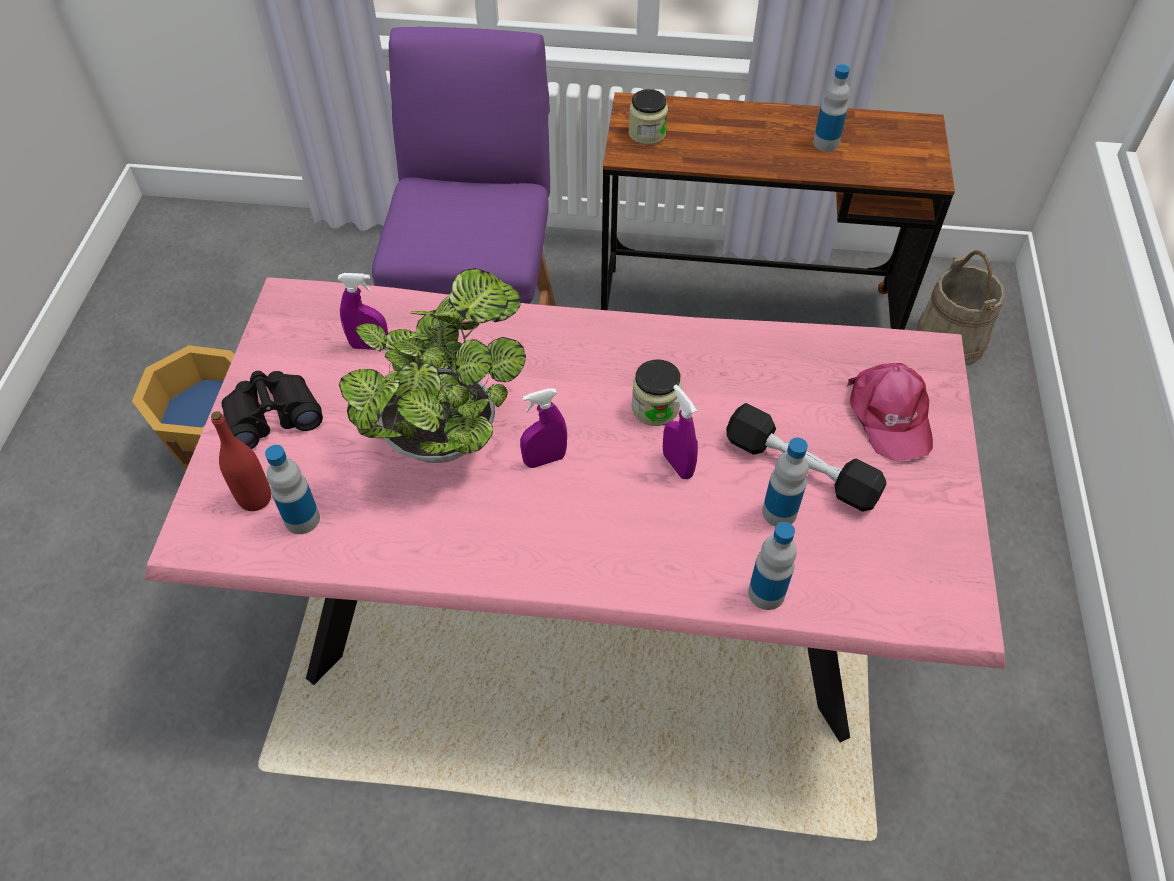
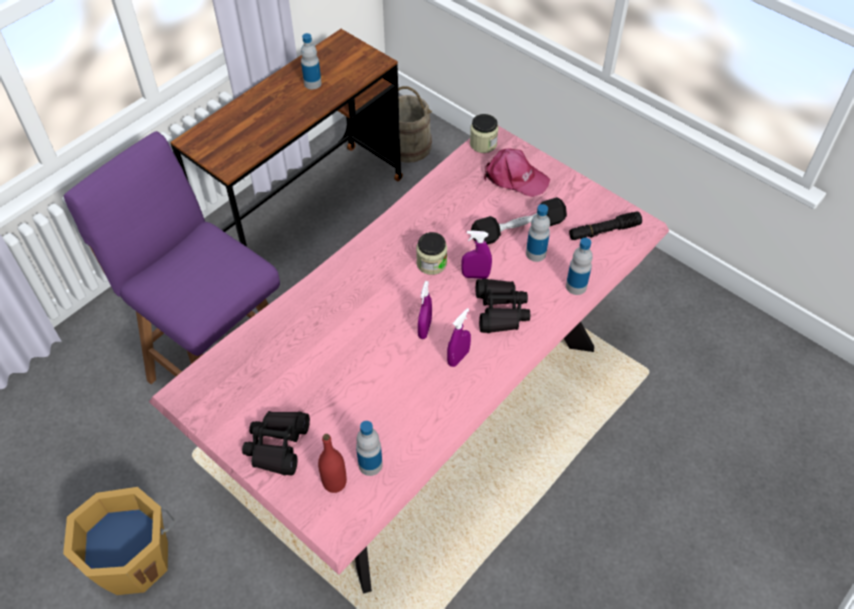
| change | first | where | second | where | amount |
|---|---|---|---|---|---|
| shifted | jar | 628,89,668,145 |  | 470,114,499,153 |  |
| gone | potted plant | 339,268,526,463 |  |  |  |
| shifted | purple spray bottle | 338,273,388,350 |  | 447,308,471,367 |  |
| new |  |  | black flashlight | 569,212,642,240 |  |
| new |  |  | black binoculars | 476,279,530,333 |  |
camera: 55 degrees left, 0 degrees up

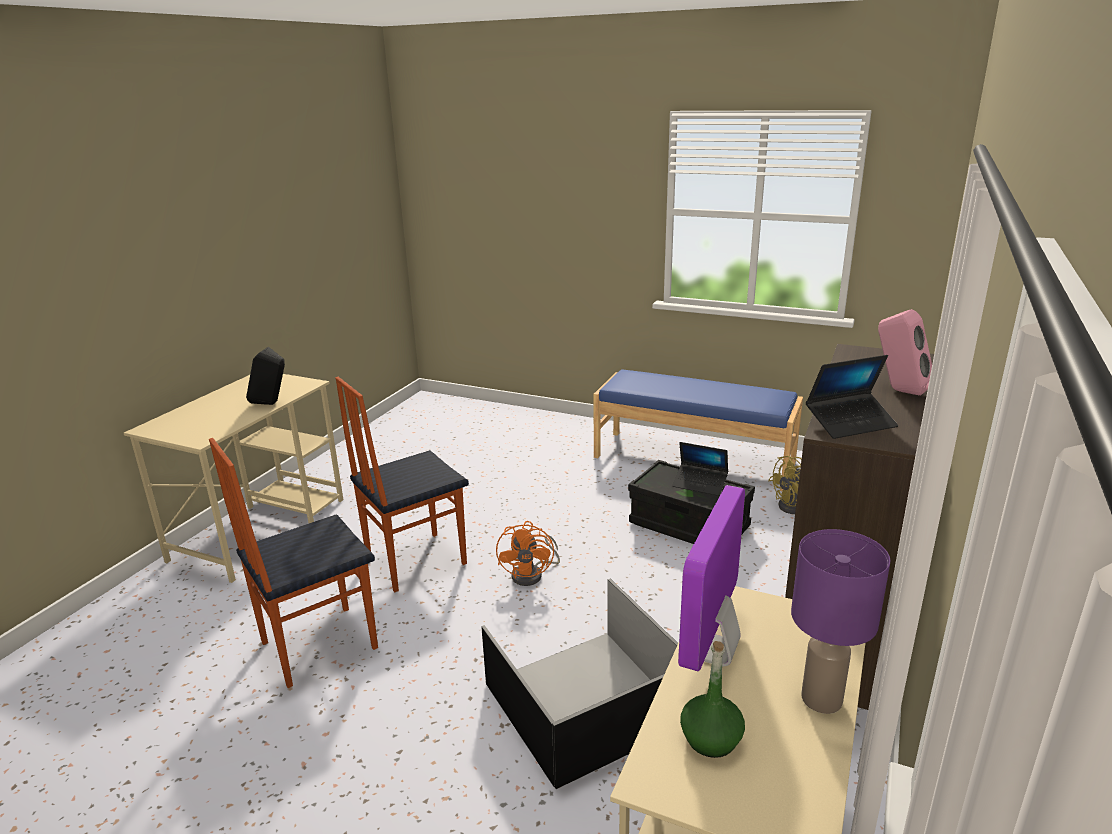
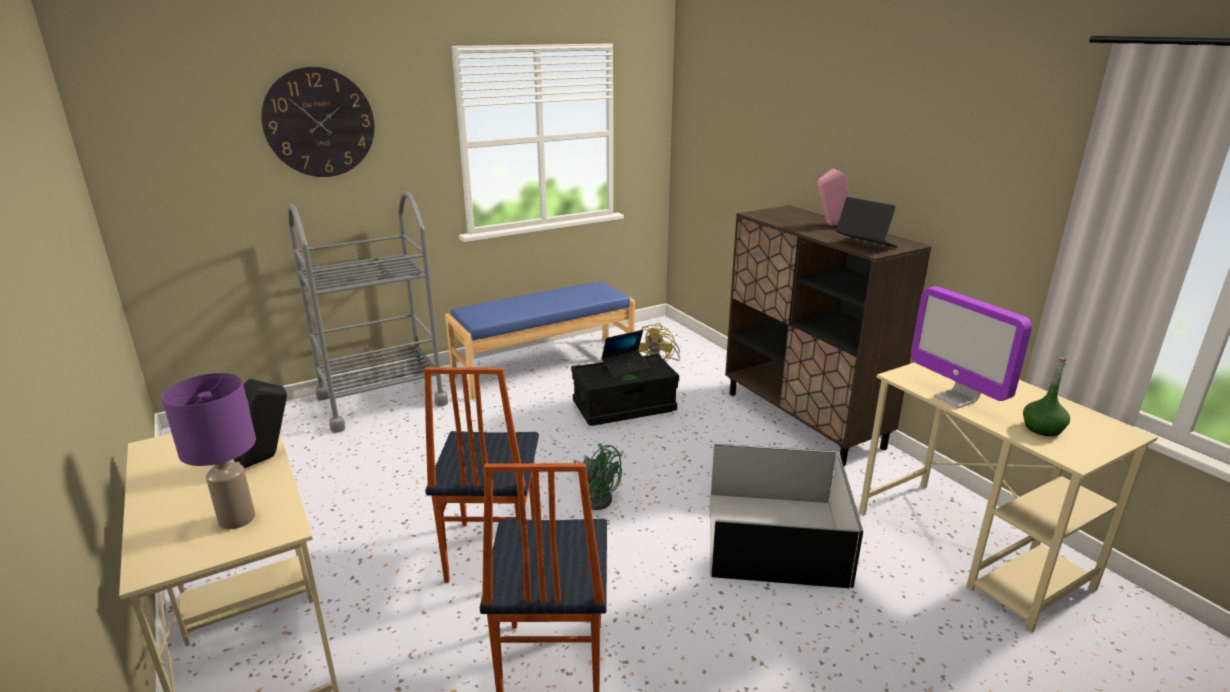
| change | first | where | second | where | amount |
|---|---|---|---|---|---|
| rotated | laptop | 806,355,898,439 |  | 836,197,898,248 | 60 degrees counterclockwise |
| repainted | orange fan | 496,521,560,586 | green fan | 574,444,622,510 |  |
| shifted | purple table lamp | 791,529,890,714 |  | 162,373,256,529 |  |
| new |  |  | wall clock | 261,67,375,177 |  |
| new |  |  | grey cart | 288,191,448,433 |  |
camera: 55 degrees left, 0 degrees up

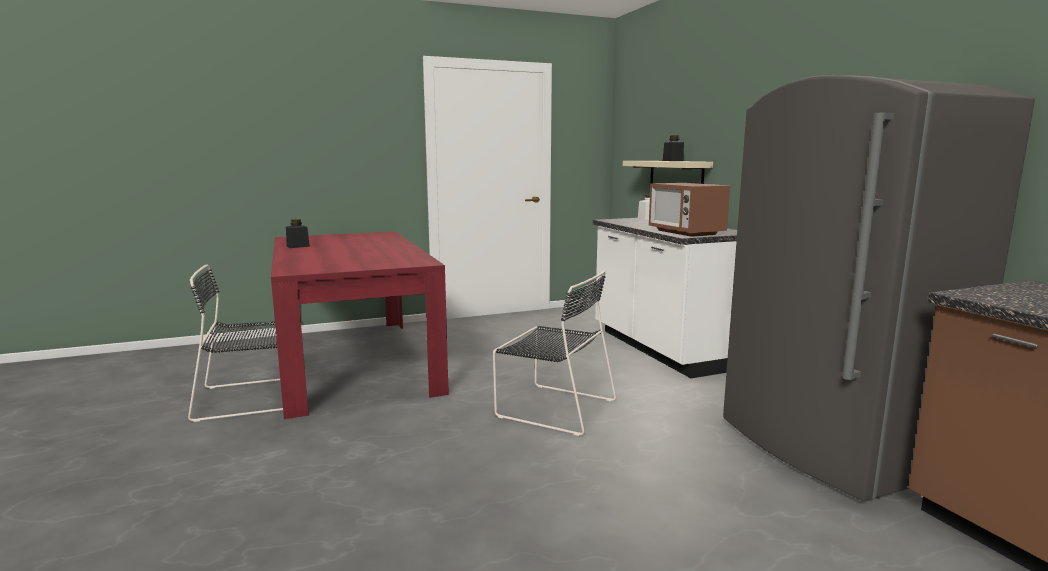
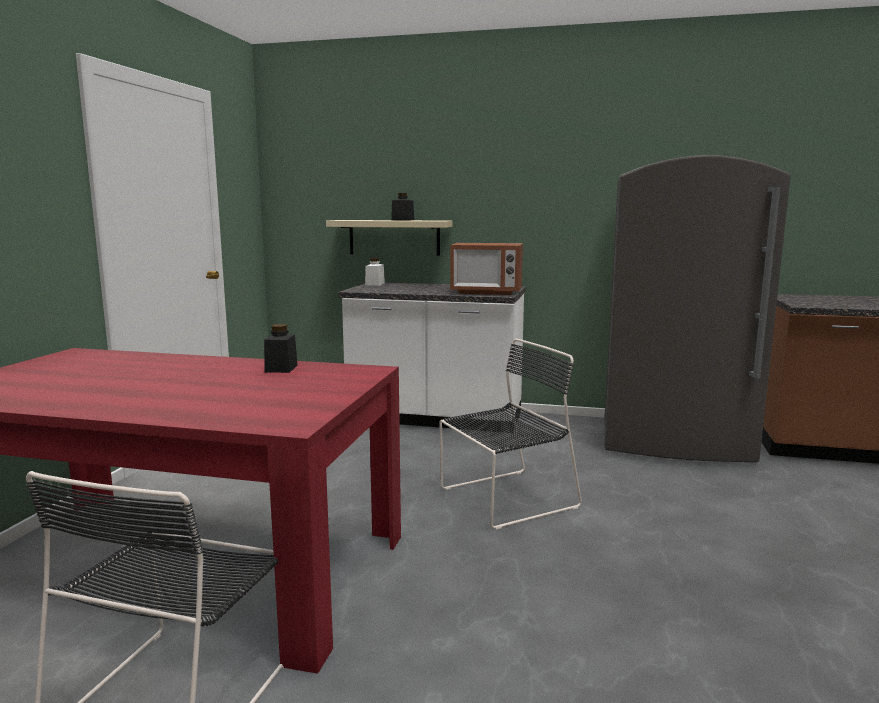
| change | first | where | second | where | amount |
|---|---|---|---|---|---|
| shifted | black jar | 286,219,310,248 |  | 264,324,298,373 |  |
camera: 55 degrees left, 0 degrees up

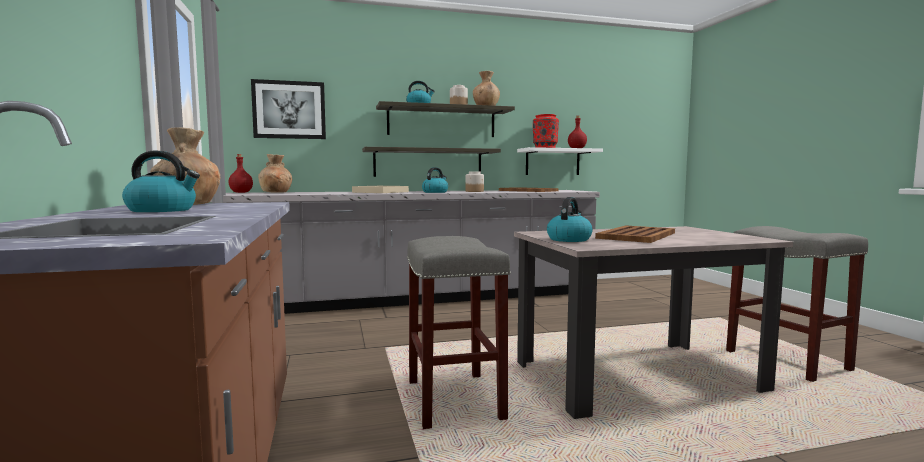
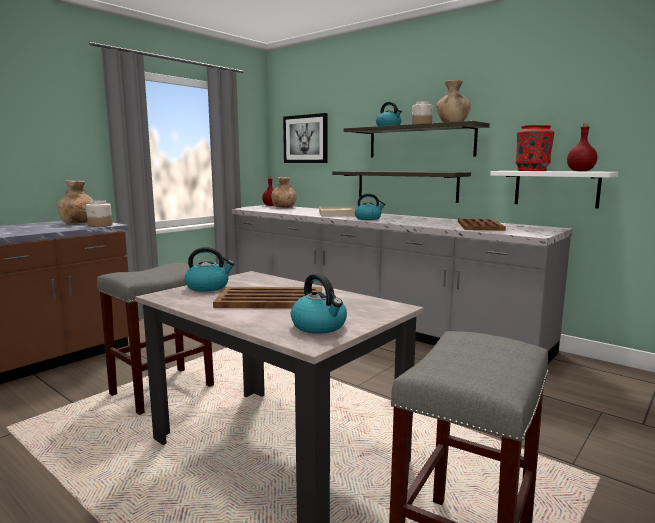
| change | first | where | second | where | amount |
|---|---|---|---|---|---|
| shifted | kettle | 122,150,200,212 |  | 291,273,347,334 |  |
| shifted | jar | 466,171,484,192 |  | 86,200,112,227 |  |
camera: 55 degrees right, 5 degrees up

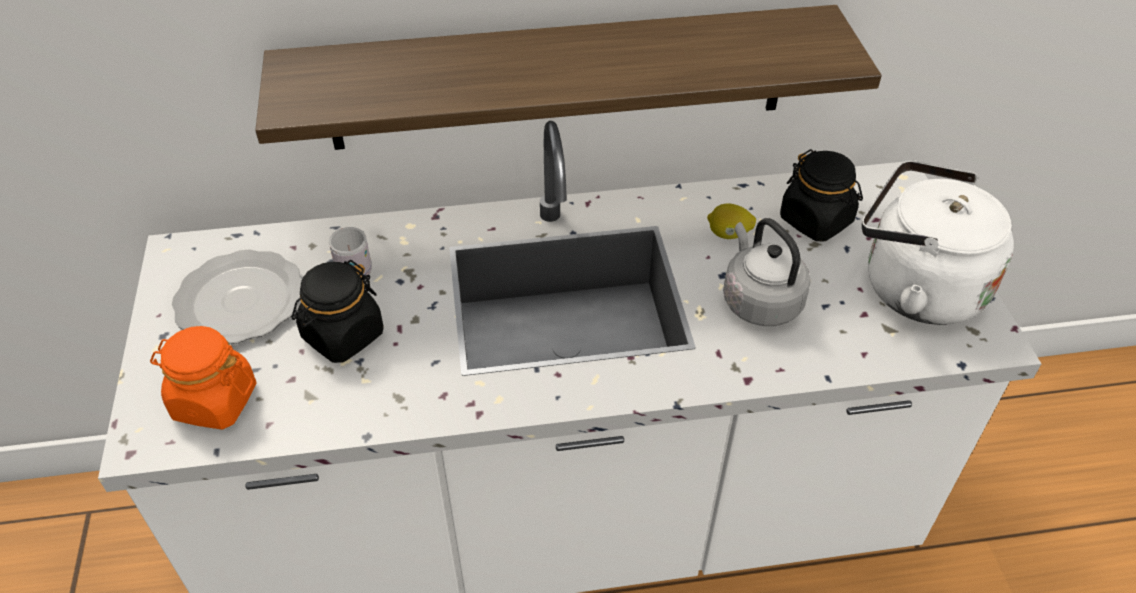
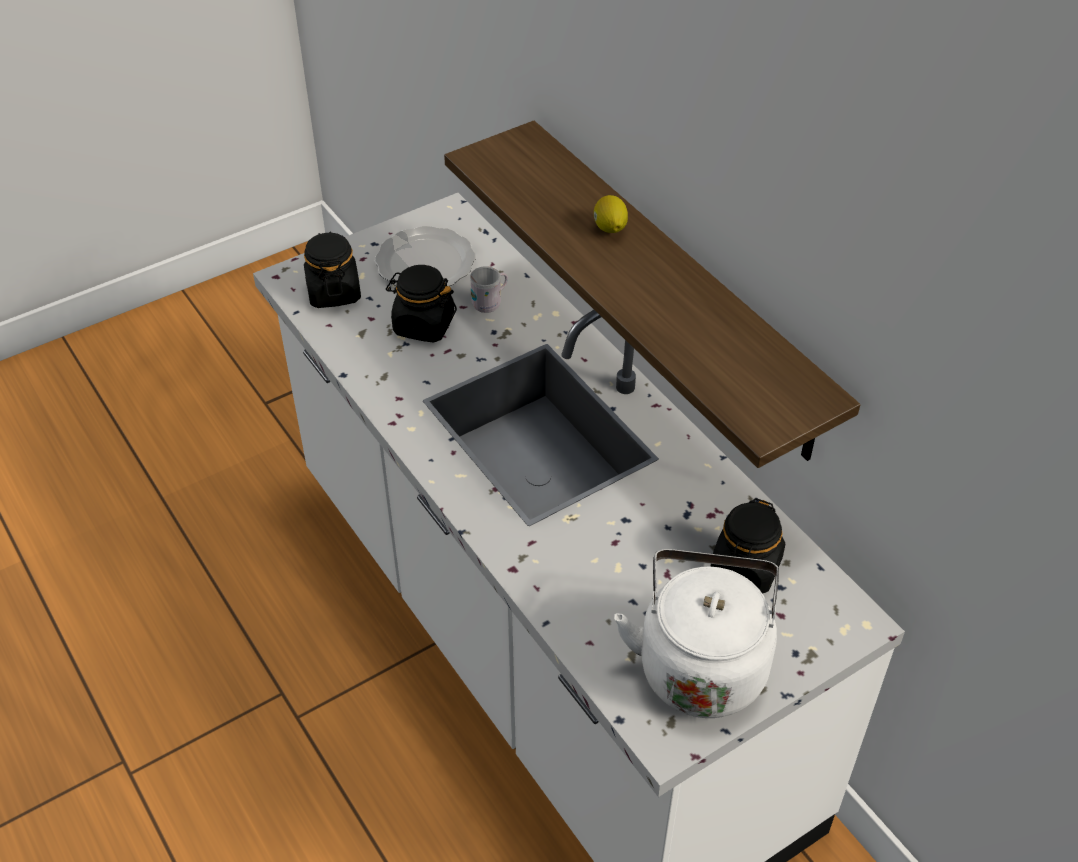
| change | first | where | second | where | amount |
|---|---|---|---|---|---|
| shifted | lemon | 707,204,756,239 |  | 594,195,628,233 |  |
| gone | grey kettle | 723,218,811,326 |  |  |  |
| repainted | orange jar | 150,326,257,430 | black jar | 304,231,361,308 |  |
camera: 65 degrees right, 0 degrees up

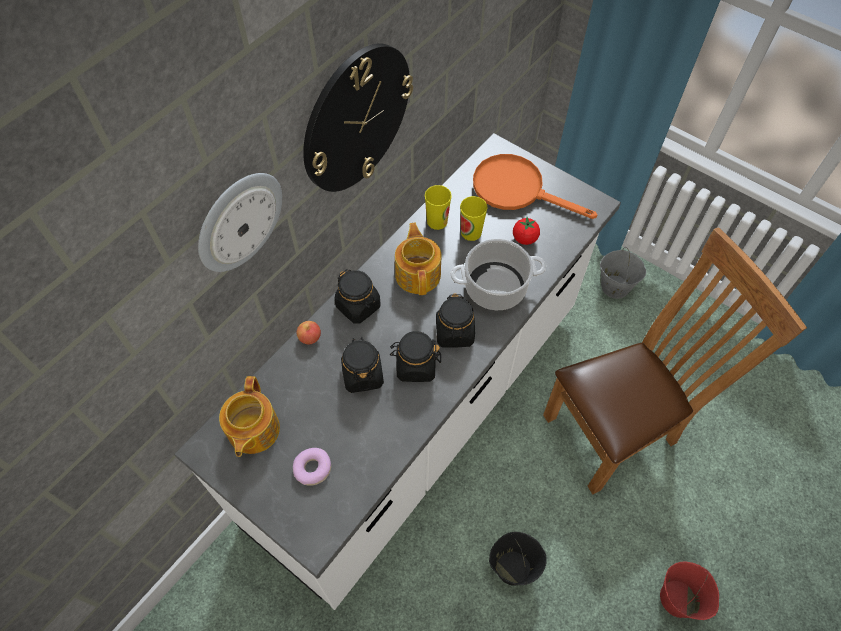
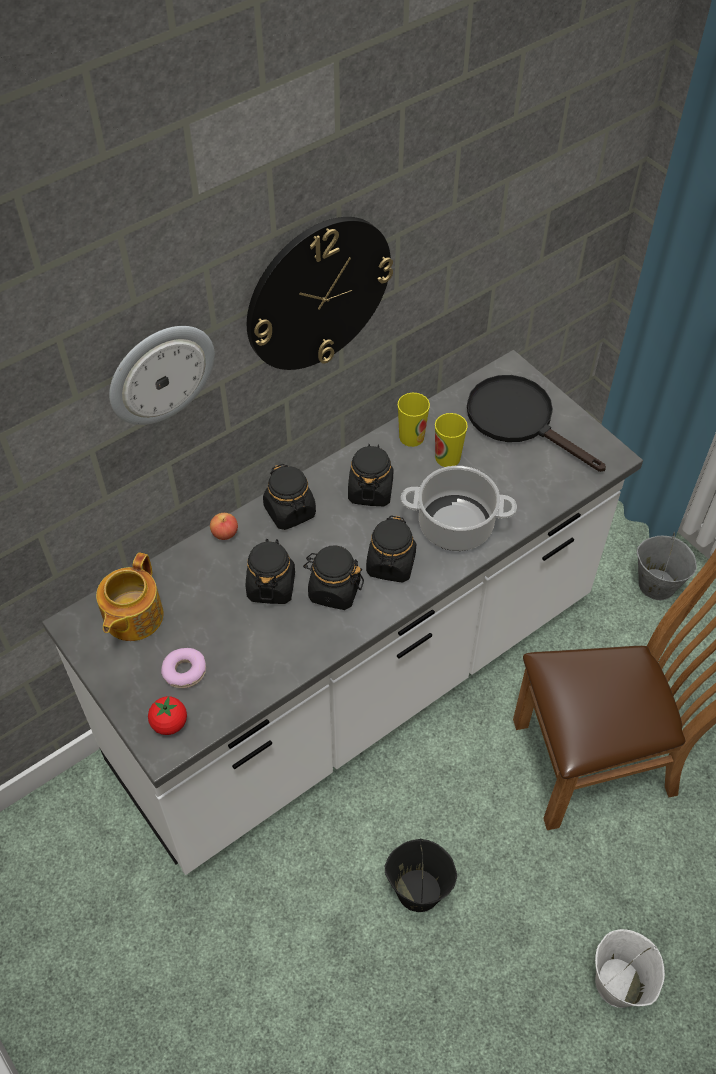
| change | first | where | second | where | amount |
|---|---|---|---|---|---|
| repainted | orange frying pan | 473,154,597,219 | black frying pan | 467,375,606,472 |  |
| shifted | tomato | 513,217,540,245 |  | 148,696,187,735 |  |
| swapped | teapot | 395,223,441,295 | black jar | 348,444,394,506 |  |
| repainted | red bucket | 660,562,719,620 | white bucket | 595,929,665,1008 |  |
camera: 15 degrees right, 5 degrees down

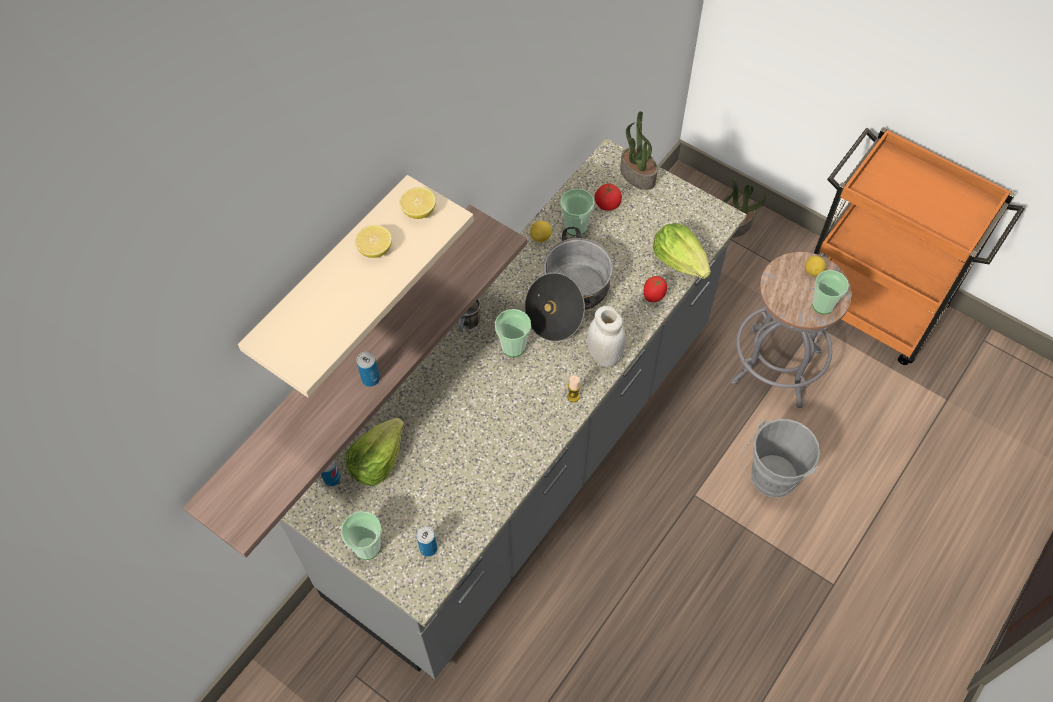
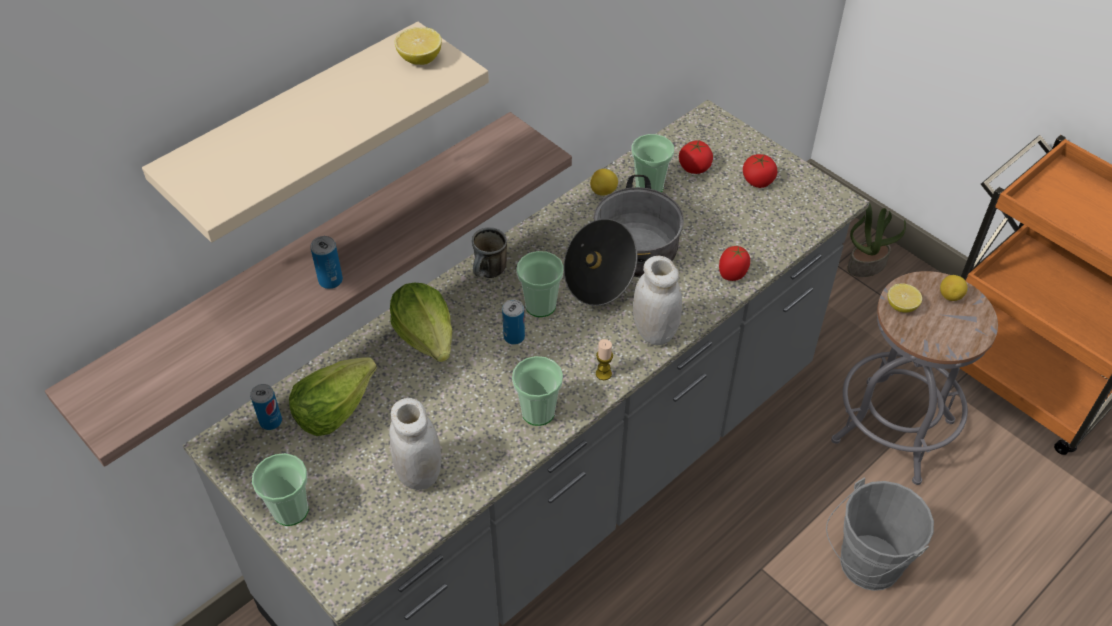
| change | first | where | second | where | amount |
|---|---|---|---|---|---|
| gone | potted plant | 620,111,658,190 |  |  |  |
| shifted | lettuce | 653,223,711,279 |  | 390,283,452,362 |  |
| shifted | lemon | 355,225,392,258 |  | 888,284,922,313 |  |
| shifted | cup | 812,270,849,314 |  | 512,356,563,426 |  |
| shifted | can | 416,526,437,557 |  | 502,300,525,345 |  |
| new |  |  | tomato | 743,154,778,188 |  |
| new |  |  | white jar | 389,398,441,490 |  |
camera: 10 degrees right, 10 degrees down

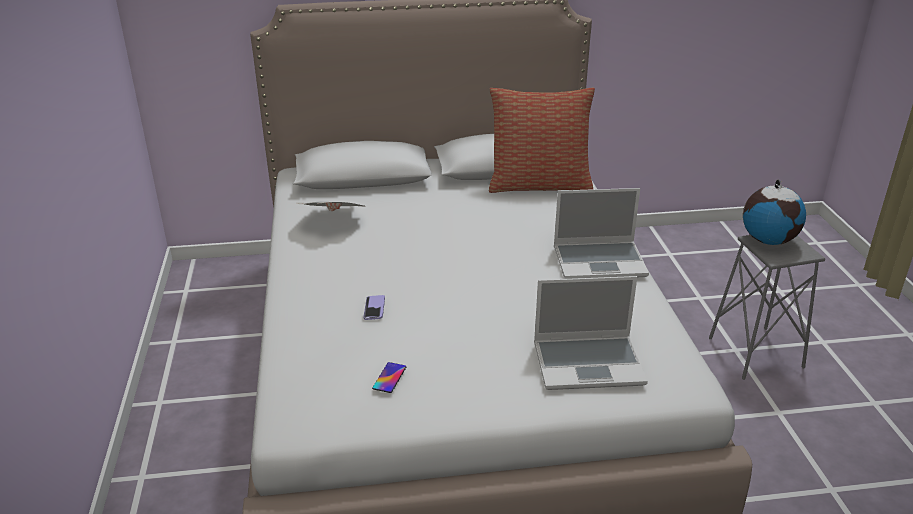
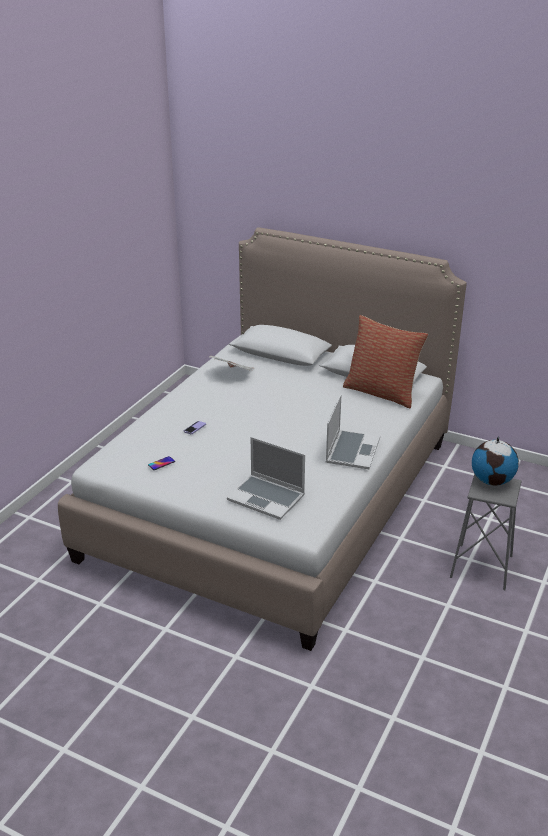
| change | first | where | second | where | amount |
|---|---|---|---|---|---|
| rotated | laptop | 554,188,649,279 |  | 326,394,380,469 | 105 degrees counterclockwise |
camera: 35 degrees right, 0 degrees up

